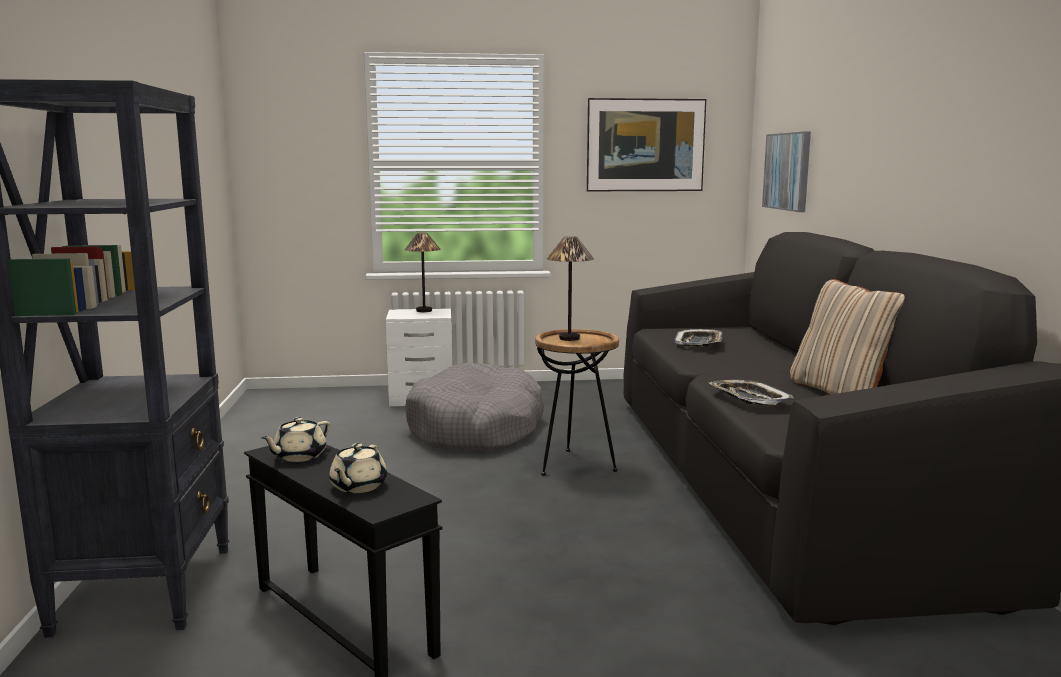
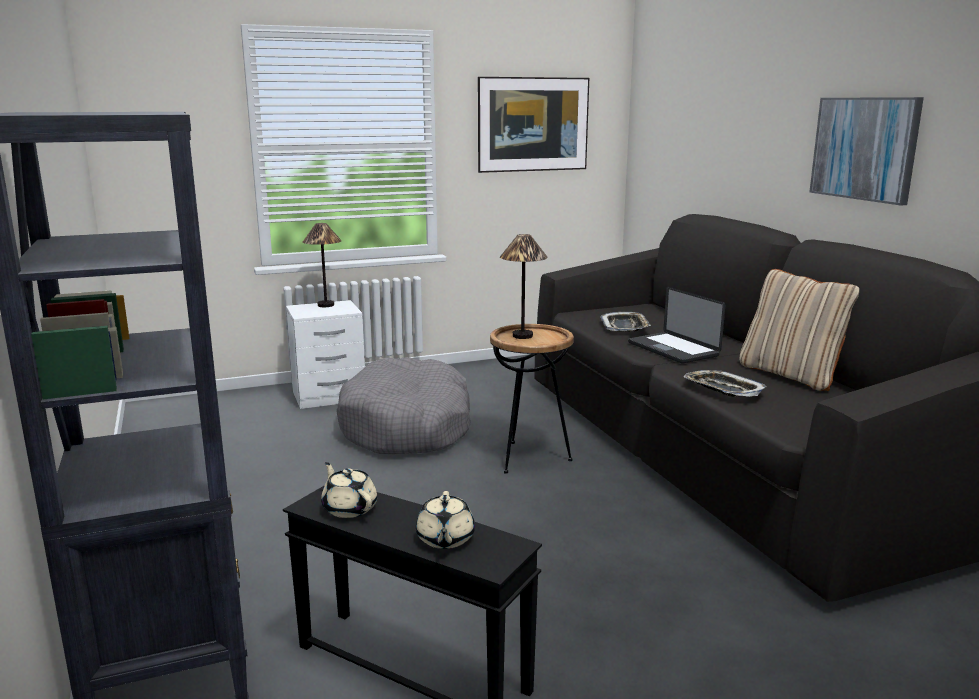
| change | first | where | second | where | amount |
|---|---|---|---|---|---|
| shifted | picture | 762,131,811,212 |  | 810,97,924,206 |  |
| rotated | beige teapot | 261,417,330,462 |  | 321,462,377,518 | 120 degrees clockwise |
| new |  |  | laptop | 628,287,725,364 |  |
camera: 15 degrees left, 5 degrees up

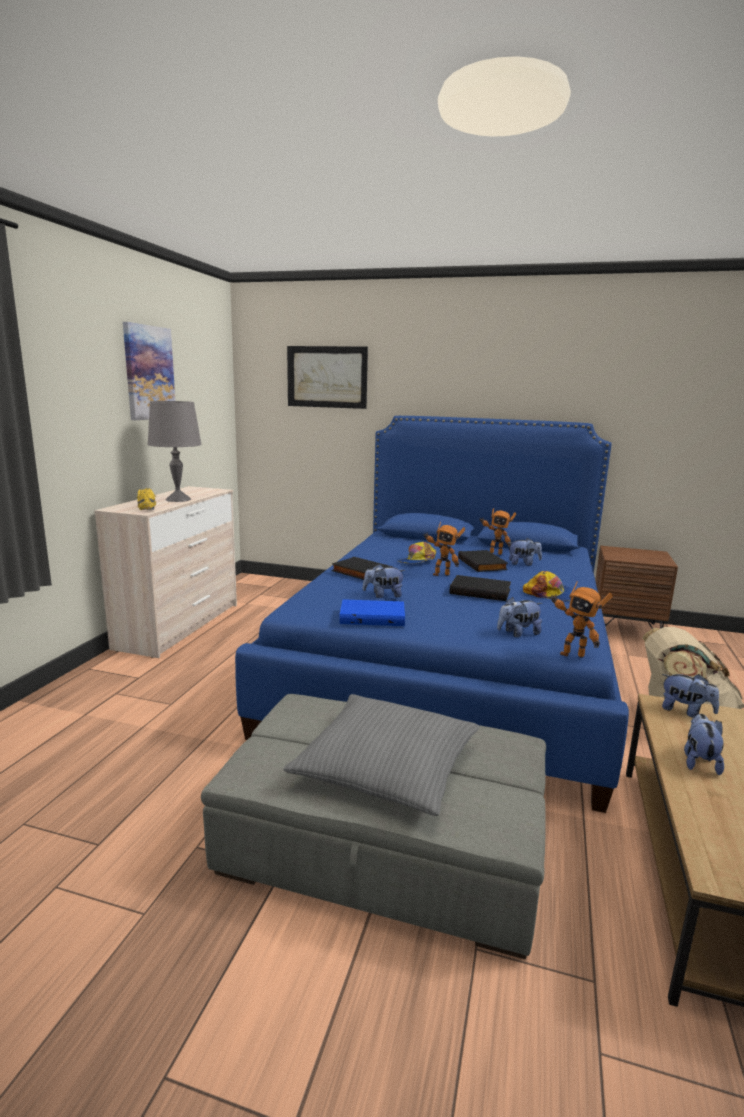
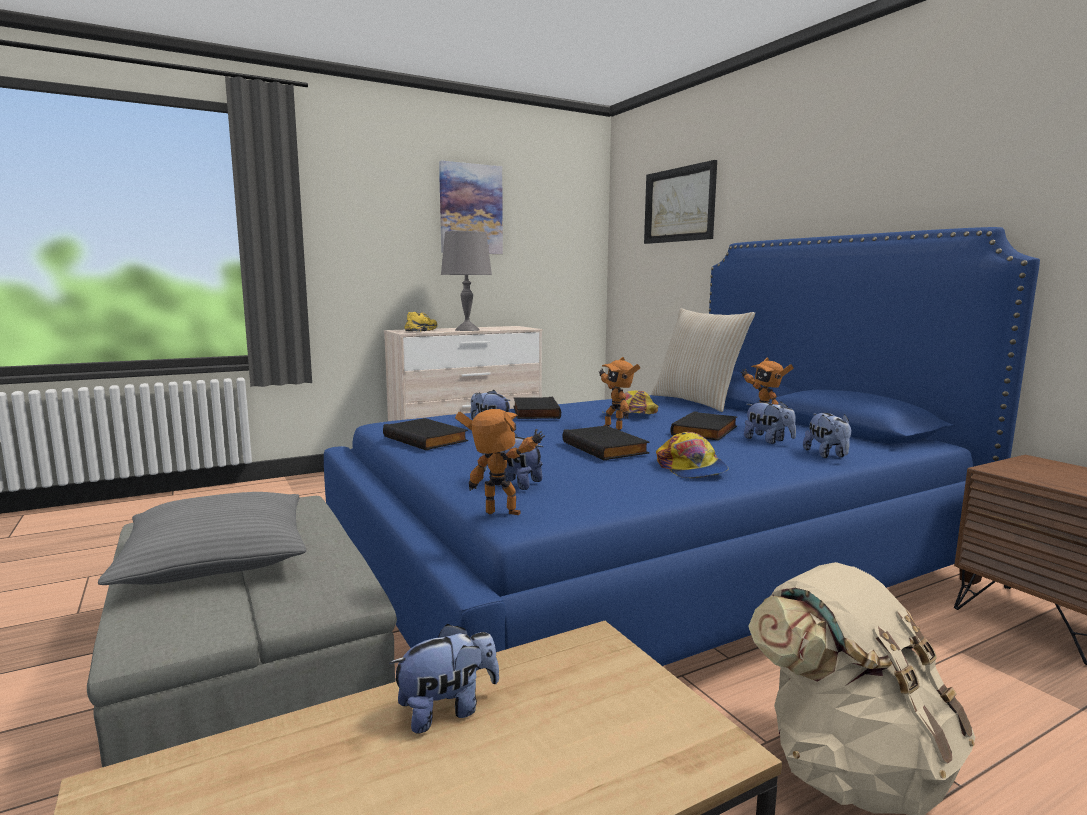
| change | first | where | second | where | amount |
|---|---|---|---|---|---|
| rotated | toy robot | 549,581,613,658 |  | 455,409,545,515 | 120 degrees clockwise |
| repainted | blue book | 339,599,405,626 | black book | 383,418,468,450 |  |
| shifted | plush toy | 662,674,719,718 |  | 803,413,851,458 |  |
| new |  |  | beige pillow | 651,308,755,412 |  |
camera: 45 degrees right, 5 degrees down

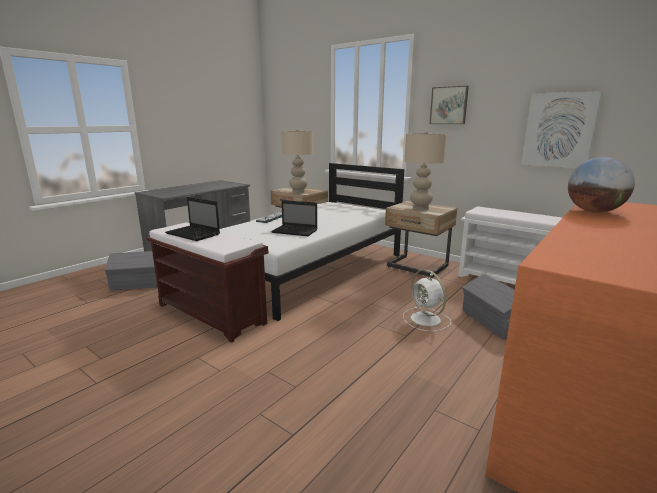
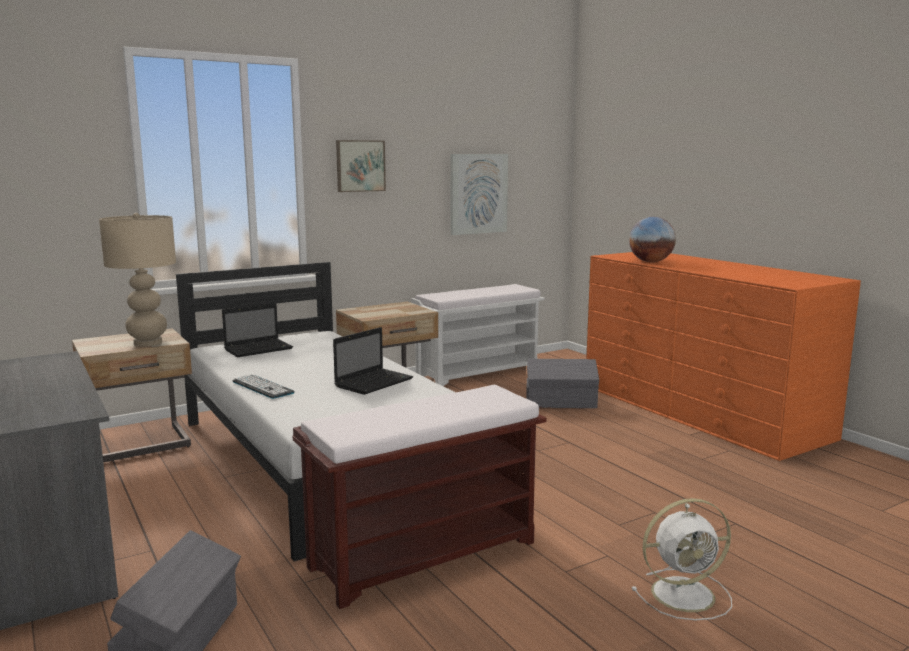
| change | first | where | second | where | amount |
|---|---|---|---|---|---|
| gone | beige table lamp | 405,131,447,210 |  |  |  |
| shifted | laptop | 165,197,220,241 |  | 222,303,293,357 |  |
| shifted | white fan | 403,269,451,331 |  | 632,498,732,621 |  |
camera: 70 degrees left, 5 degrees down

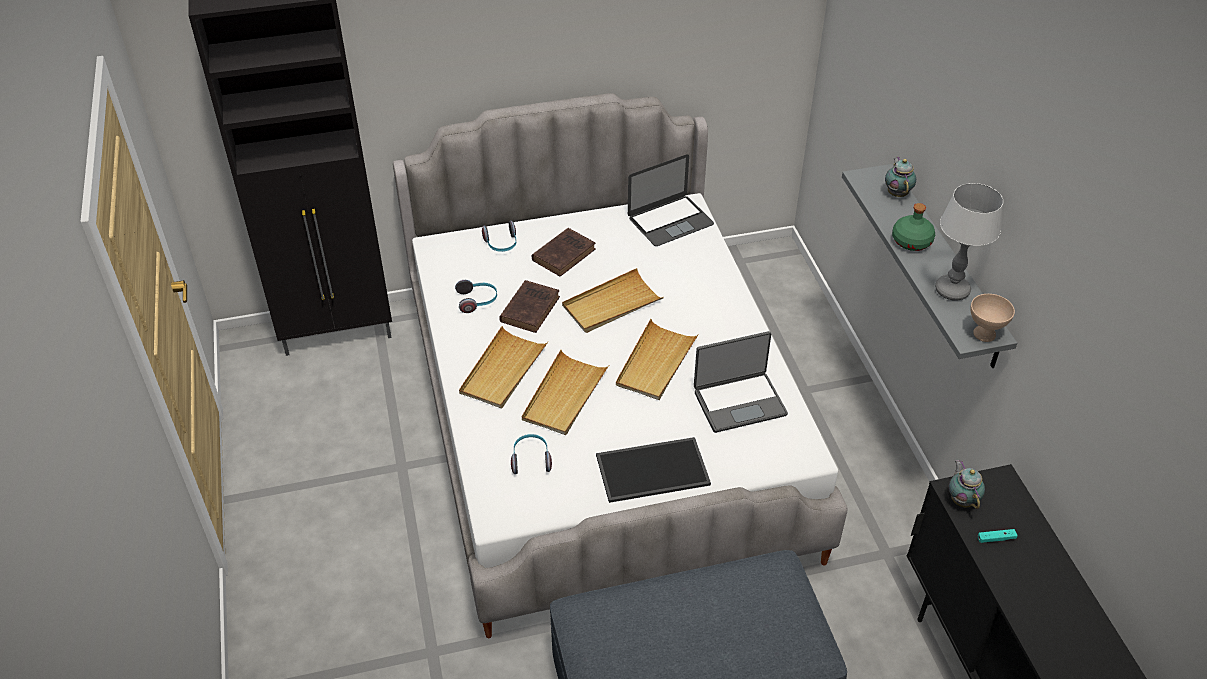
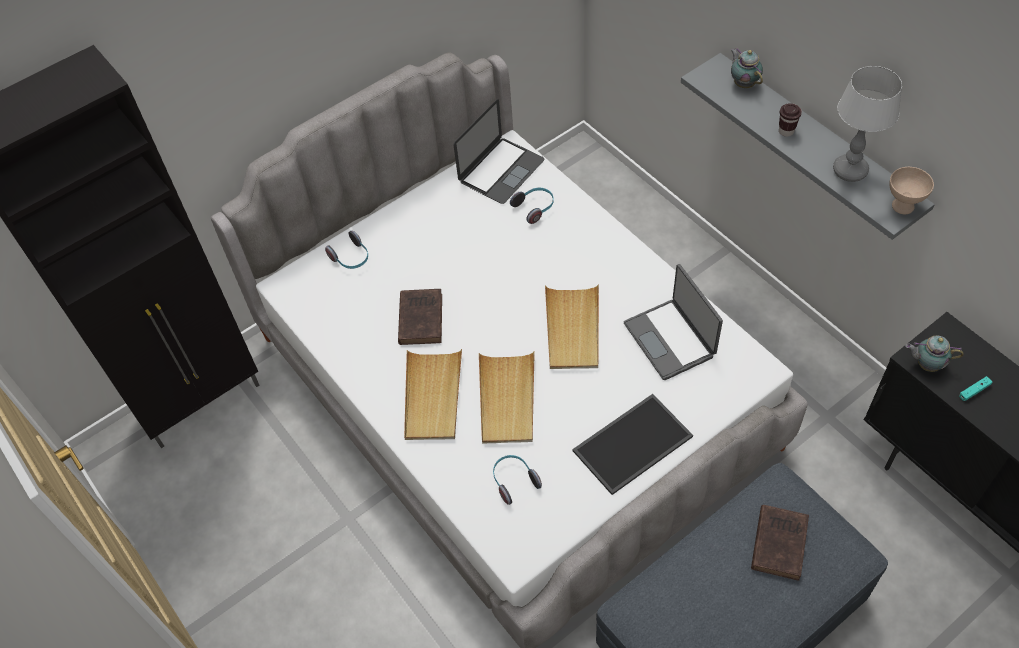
| change | first | where | second | where | amount |
|---|---|---|---|---|---|
| swapped | green bottle | 892,203,935,251 | brown cup | 779,103,802,136 |  |
| shifted | brown book | 532,228,596,277 |  | 751,505,809,581 |  |
| gone | beige tray | 562,268,664,333 |  |  |  |
| shifted | headphones | 455,280,497,313 |  | 510,188,554,224 |  |
| rotated | laptop | 694,331,788,433 |  | 624,264,723,380 | 105 degrees clockwise |
| rotated | teapot | 949,460,985,509 |  | 905,336,964,372 | 45 degrees counterclockwise |
camera: 20 degrees left, 10 degrees up

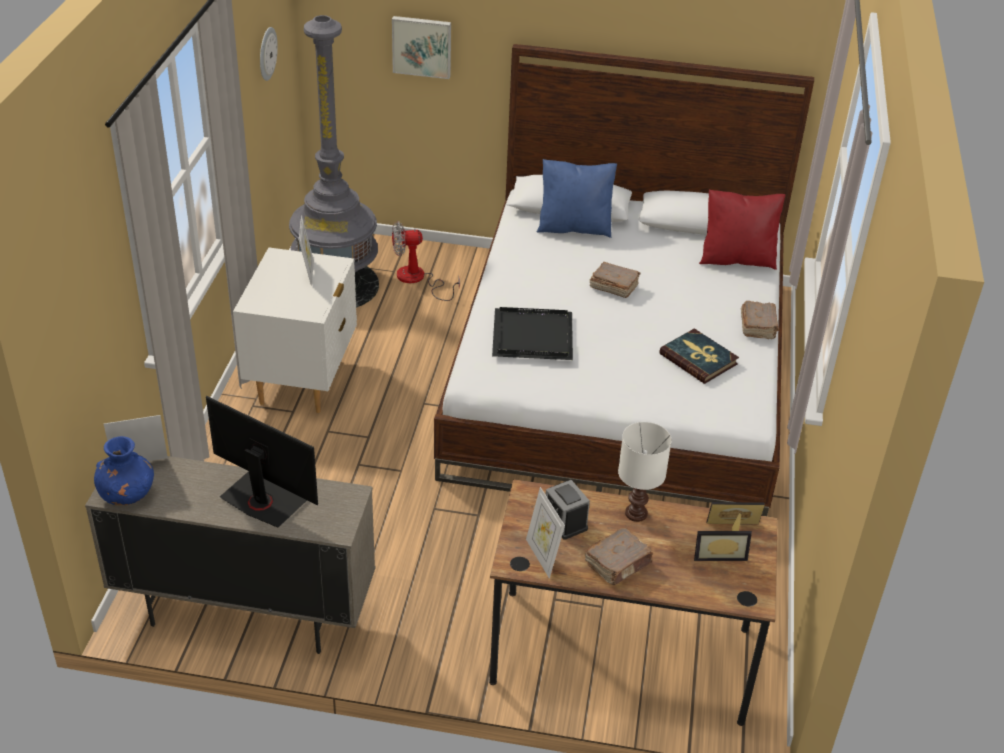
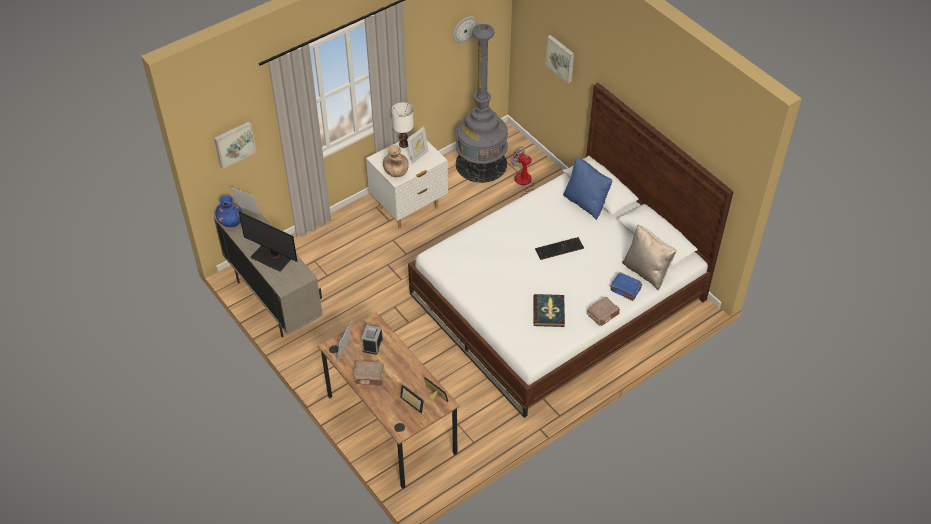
| change | first | where | second | where | amount |
|---|---|---|---|---|---|
| repainted | red pillow | 699,189,785,270 | beige pillow | 622,224,676,290 |  |
| swapped | brown book | 590,262,640,298 | keyboard | 535,237,584,260 |  |
| gone | black tray | 492,307,573,360 |  |  |  |
| rotated | monitor | 206,396,318,528 |  | 239,211,297,272 | 135 degrees clockwise |
| shifted | white table lamp | 618,422,672,522 |  | 391,102,414,148 |  |
| new |  |  | picture | 214,121,256,169 |  |
| new |  |  | brown vase | 383,145,409,177 |  |
| new |  |  | blue book | 610,273,642,301 |  |
camera: 45 degrees right, 10 degrees up

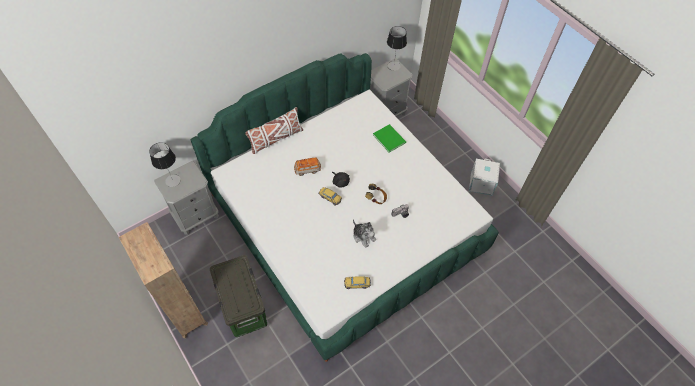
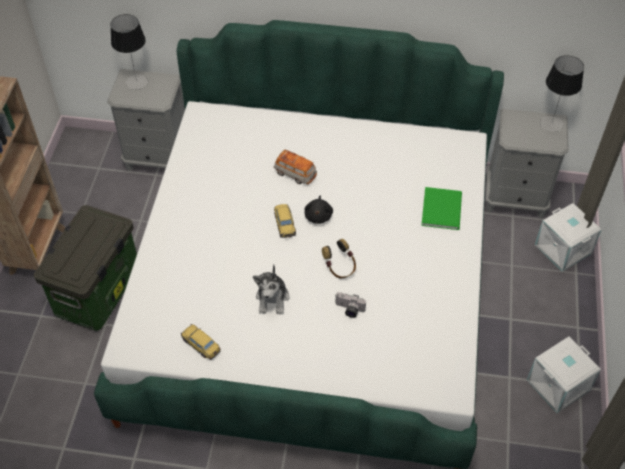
| change | first | where | second | where | amount |
|---|---|---|---|---|---|
| gone | white pillow | 245,107,303,154 |  |  |  |
| new |  |  | white storage box | 535,203,602,272 |  |
camera: 45 degrees right, 5 degrees down

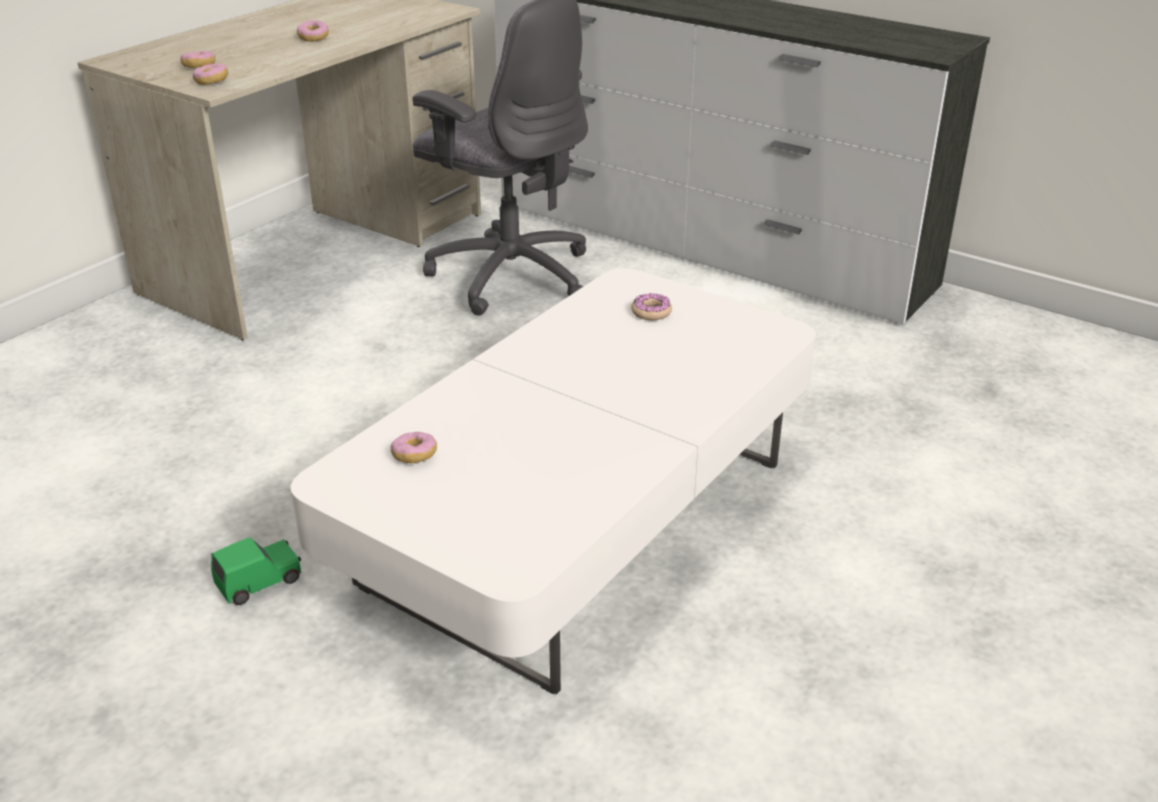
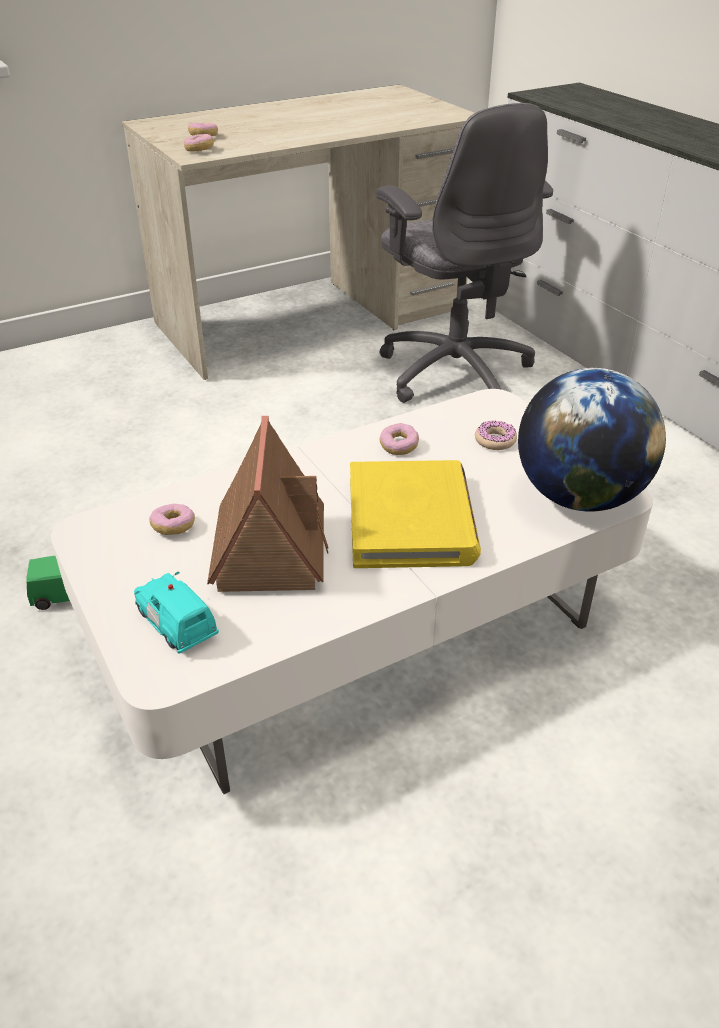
| change | first | where | second | where | amount |
|---|---|---|---|---|---|
| shifted | donut | 297,20,329,42 |  | 380,423,419,455 |  |
| new |  |  | globe | 518,368,666,512 |  |
| new |  |  | toy house | 207,416,328,592 |  |
| new |  |  | yellow book | 350,460,481,568 |  |
| new |  |  | turquoise toy car | 134,572,219,654 |  |
camera: 25 degrees right, 5 degrees up

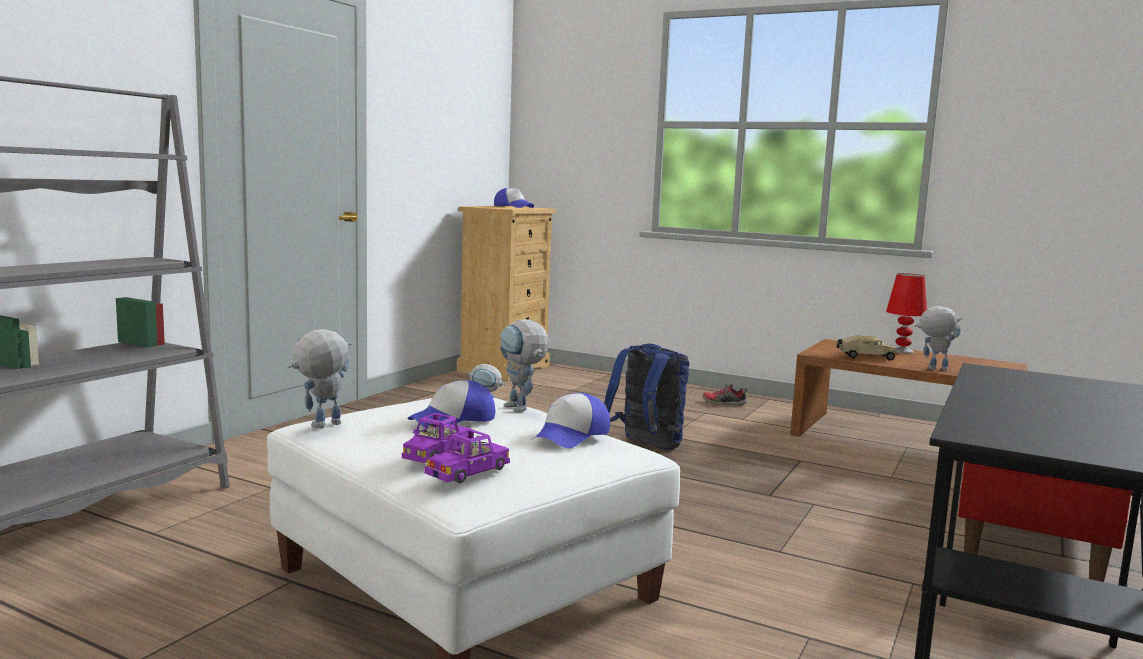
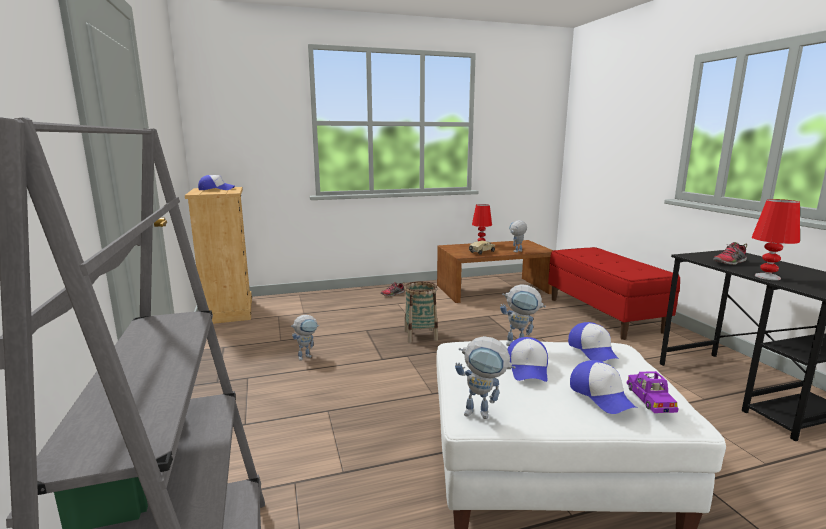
| change | first | where | second | where | amount |
|---|---|---|---|---|---|
| rotated | toy robot | 288,329,352,428 |  | 455,336,516,419 | 75 degrees counterclockwise |
| swapped | blue backpack | 604,344,689,450 | basket | 404,281,438,343 |  |
| swapped | purple toy car | 402,413,472,463 | cap | 570,360,637,414 |  |
| new |  |  | red table lamp | 752,199,800,280 |  |
| new |  |  | shoe | 713,242,747,265 |  |
camera: 45 degrees left, 5 degrees up

